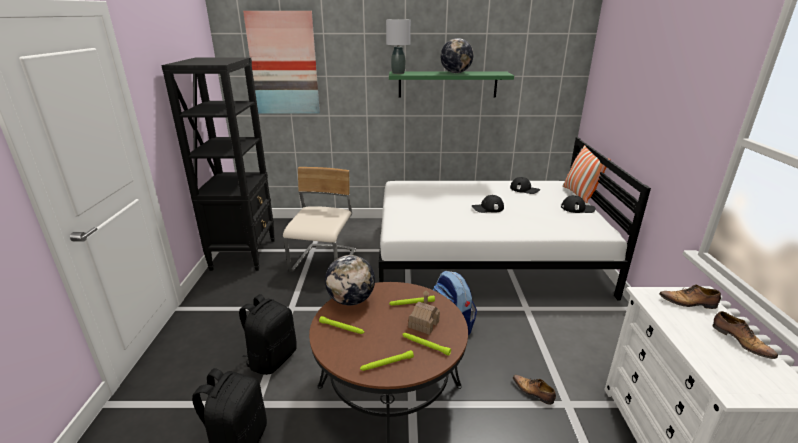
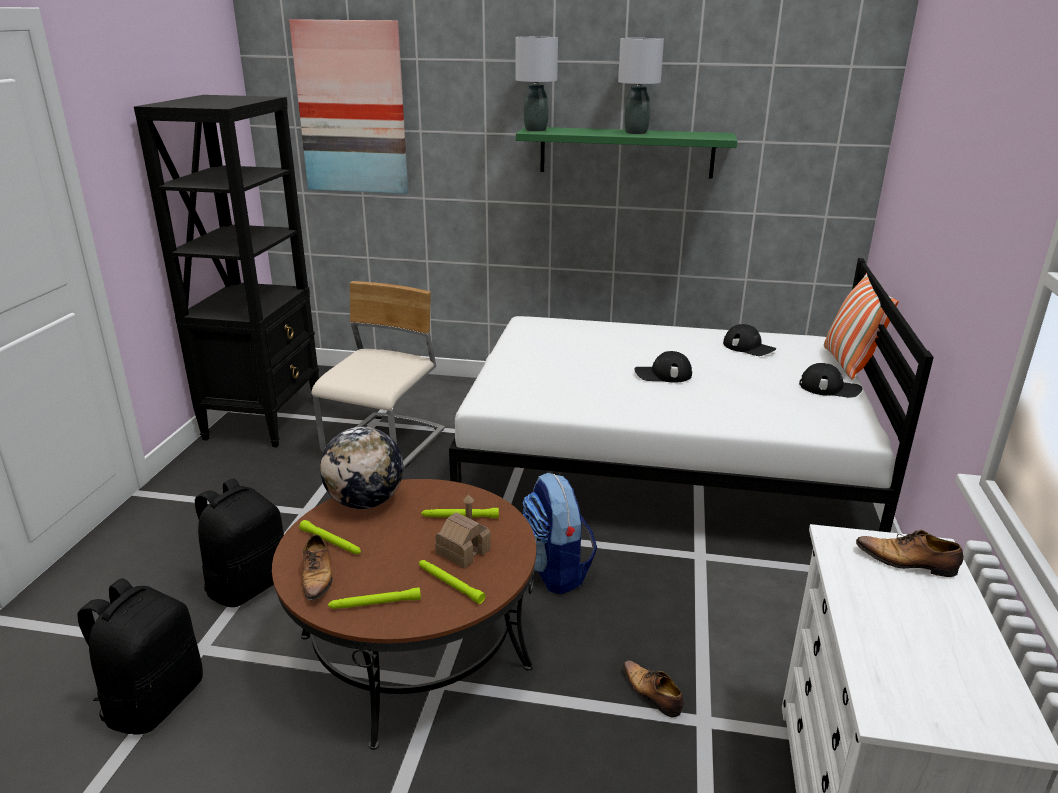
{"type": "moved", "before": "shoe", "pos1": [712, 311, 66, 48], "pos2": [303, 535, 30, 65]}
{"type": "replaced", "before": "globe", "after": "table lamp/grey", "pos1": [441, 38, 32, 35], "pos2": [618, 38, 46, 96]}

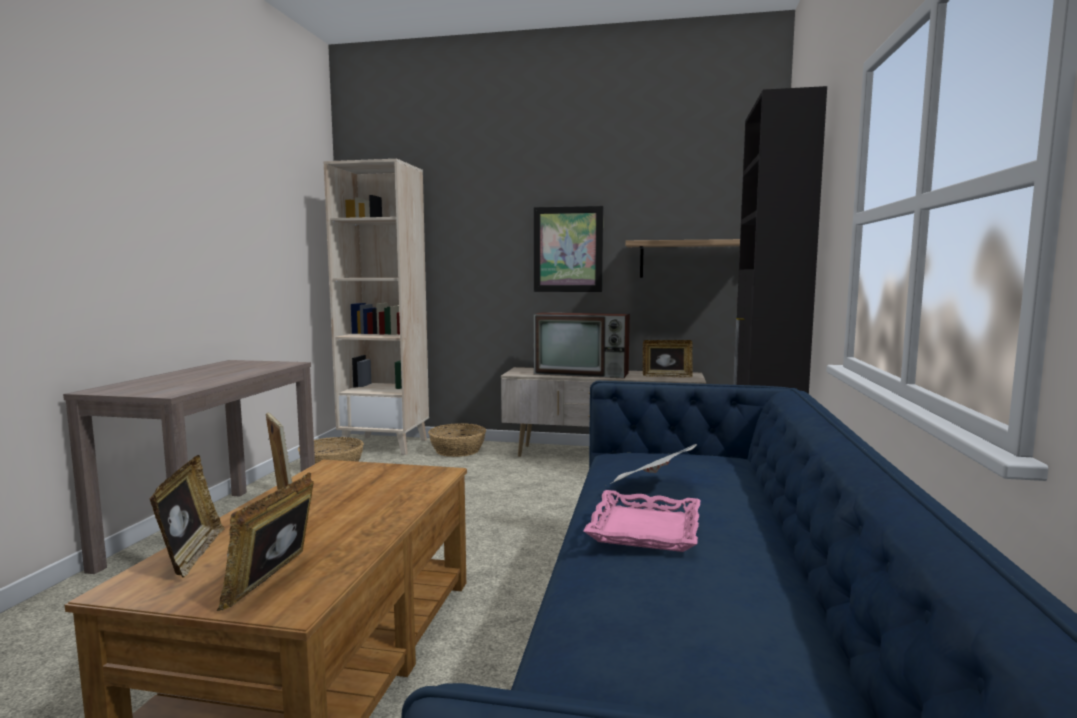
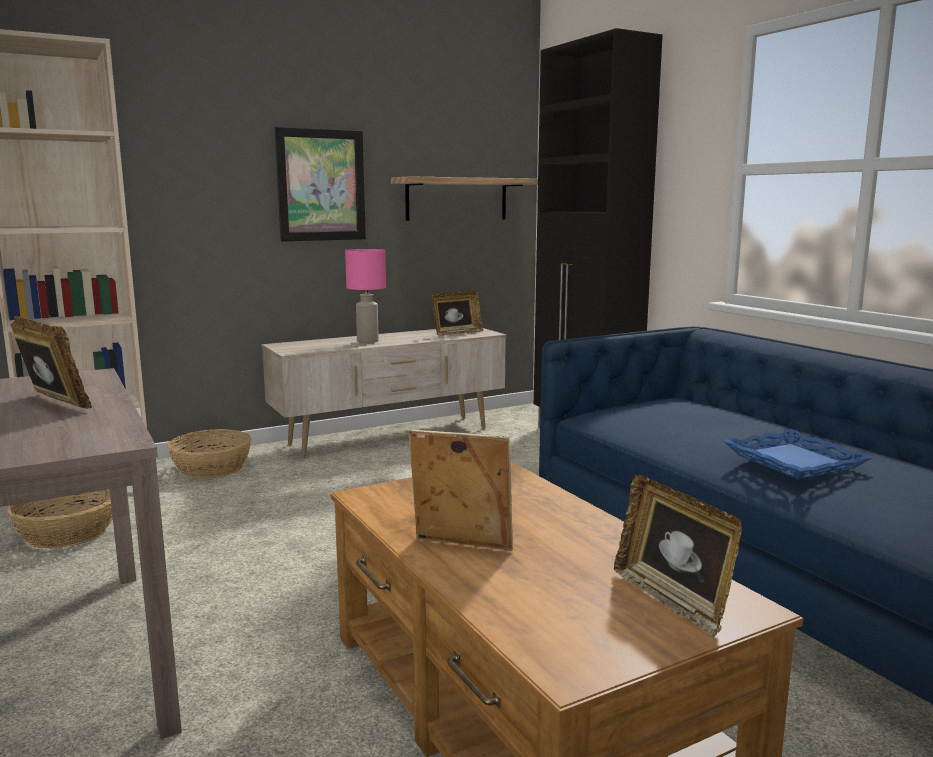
{"type": "moved", "before": "picture frame", "pos1": [150, 455, 75, 123], "pos2": [11, 315, 81, 94]}
{"type": "replaced", "before": "television", "after": "table lamp/pink", "pos1": [534, 312, 96, 66], "pos2": [345, 249, 41, 94]}
{"type": "recoloured", "before": "tray/pink", "after": "tray/blue", "pos1": [584, 490, 116, 62], "pos2": [723, 429, 150, 50]}
{"type": "removed", "before": "newspaper", "pos1": [605, 444, 92, 42]}

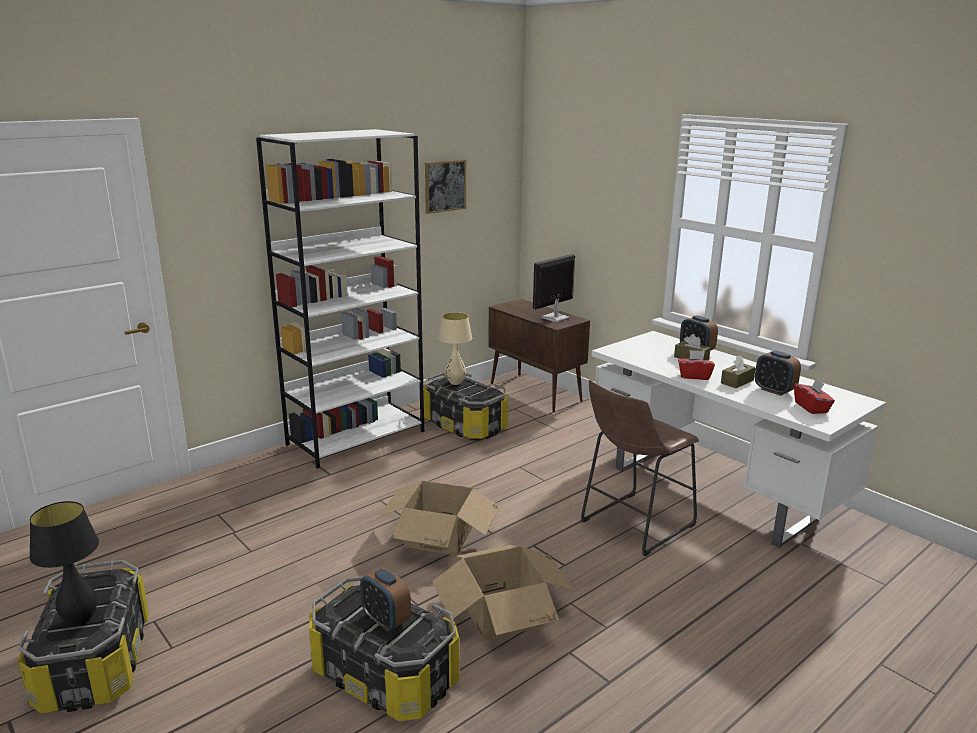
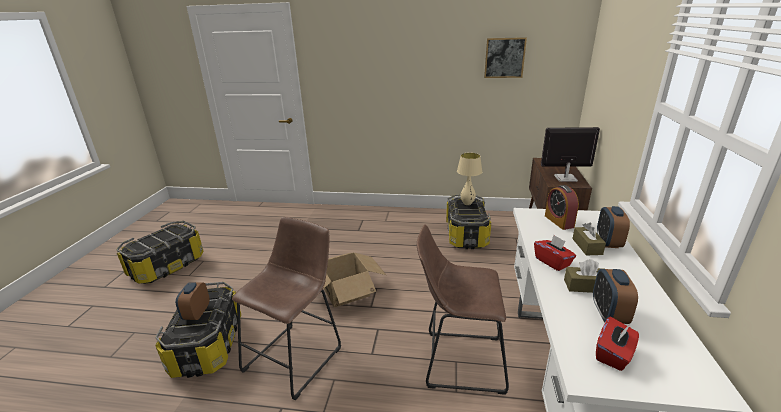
{"type": "replaced", "before": "cardboard box", "after": "stool/brown", "pos1": [432, 545, 144, 96], "pos2": [232, 217, 109, 184]}
{"type": "added", "after": "alarm clock", "pos2": [545, 185, 34, 45]}
{"type": "removed", "before": "table lamp/black", "pos1": [30, 501, 69, 125]}
{"type": "removed", "before": "bookcase/white", "pos1": [256, 129, 168, 340]}

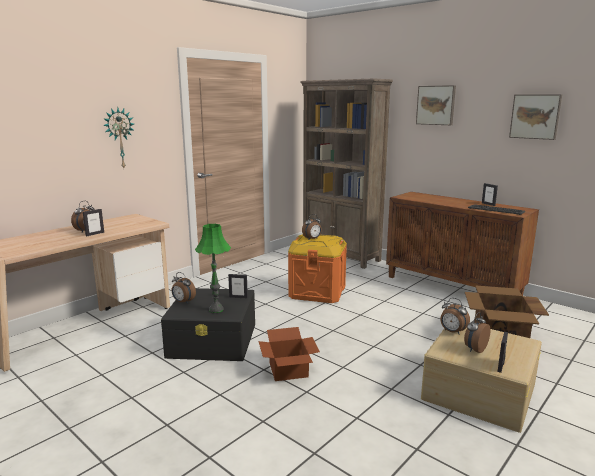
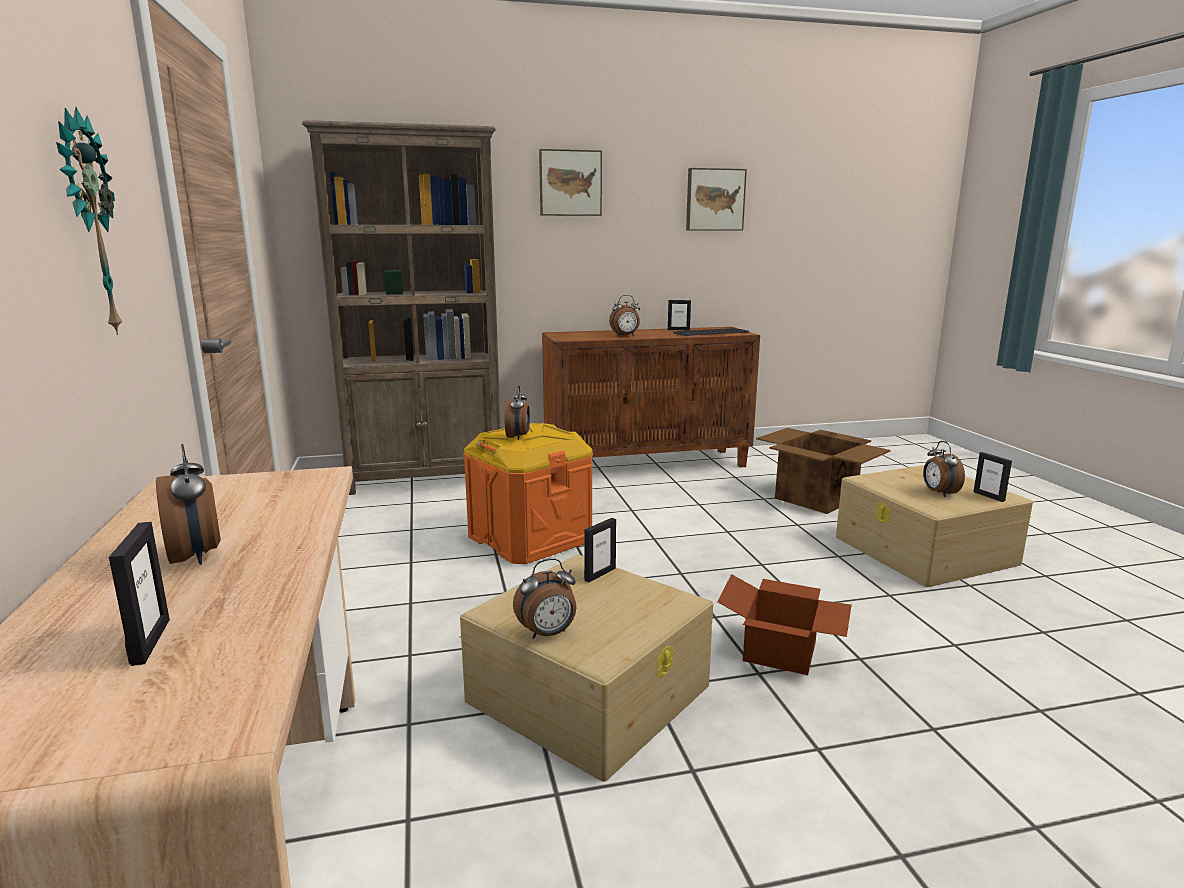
{"type": "moved", "before": "picture frame", "pos1": [83, 209, 21, 27], "pos2": [109, 522, 61, 144]}
{"type": "recoloured", "before": "storage box/black", "after": "storage box/beige", "pos1": [161, 288, 94, 73], "pos2": [459, 554, 254, 228]}
{"type": "moved", "before": "alarm clock", "pos1": [440, 298, 30, 37], "pos2": [609, 295, 31, 41]}
{"type": "removed", "before": "table lamp/green", "pos1": [195, 224, 36, 89]}

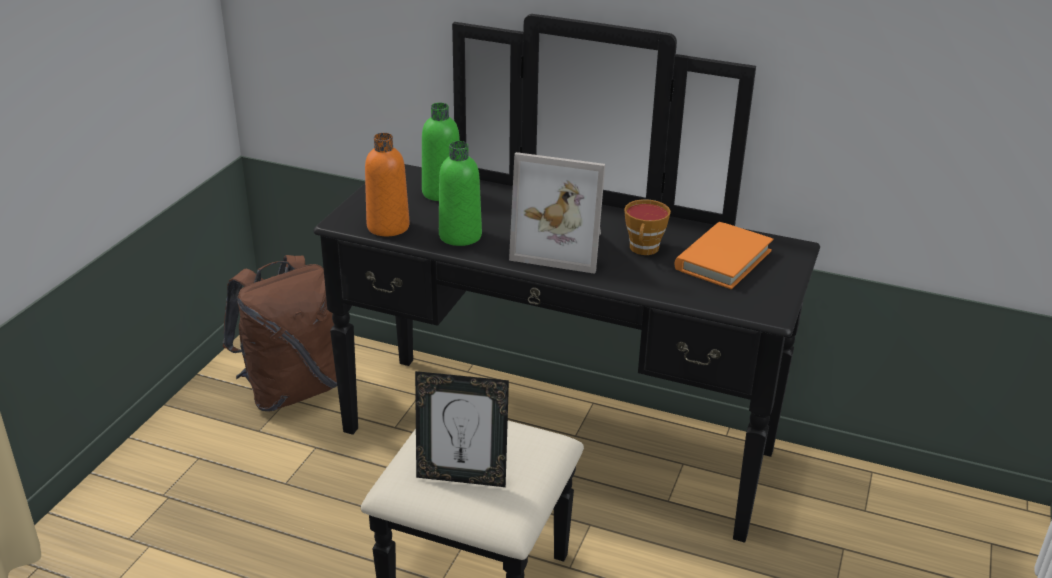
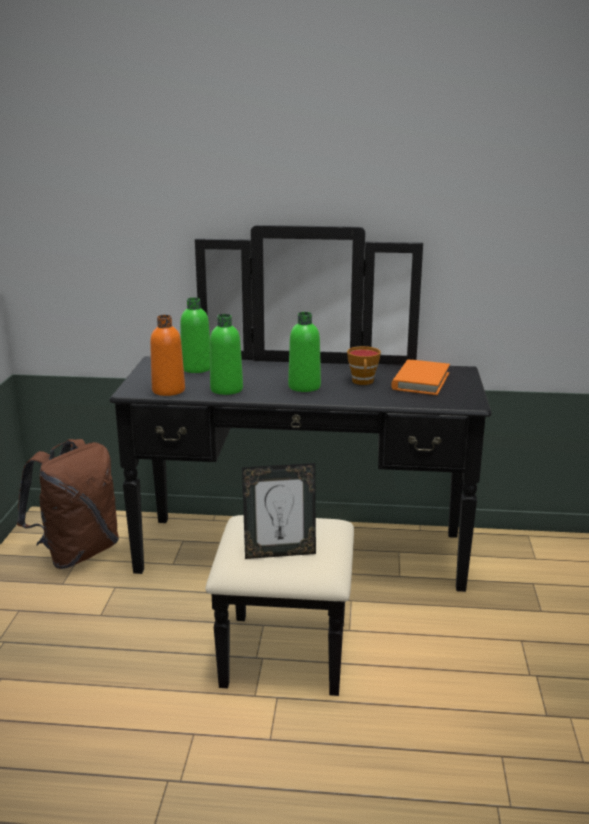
{"type": "replaced", "before": "picture frame", "after": "bottle/green", "pos1": [509, 152, 96, 122], "pos2": [288, 312, 33, 80]}

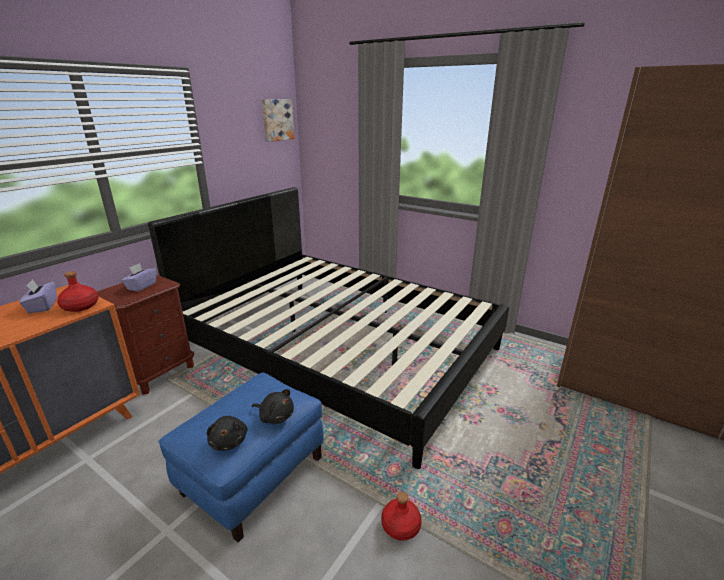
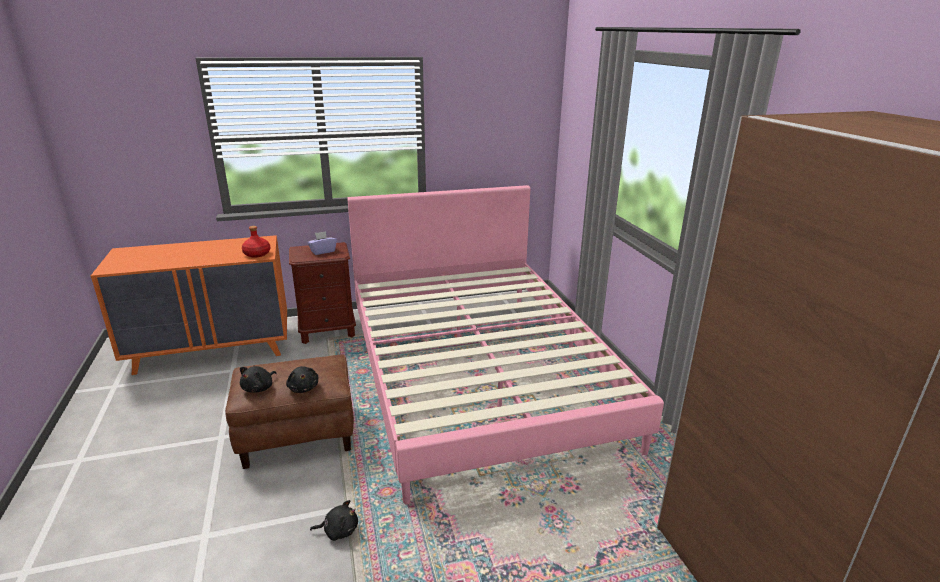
{"type": "recoloured", "before": "ottoman/blue", "after": "ottoman/brown", "pos1": [158, 373, 165, 169], "pos2": [225, 355, 129, 114]}
{"type": "replaced", "before": "bottle/red", "after": "plush toy/black", "pos1": [381, 492, 41, 49], "pos2": [310, 500, 48, 41]}
{"type": "recoloured", "before": "bed/black", "after": "bed/pink", "pos1": [148, 187, 361, 282], "pos2": [347, 185, 317, 320]}
{"type": "removed", "before": "tissue box/purple", "pos1": [19, 279, 38, 34]}
{"type": "removed", "before": "picture", "pos1": [262, 99, 32, 43]}

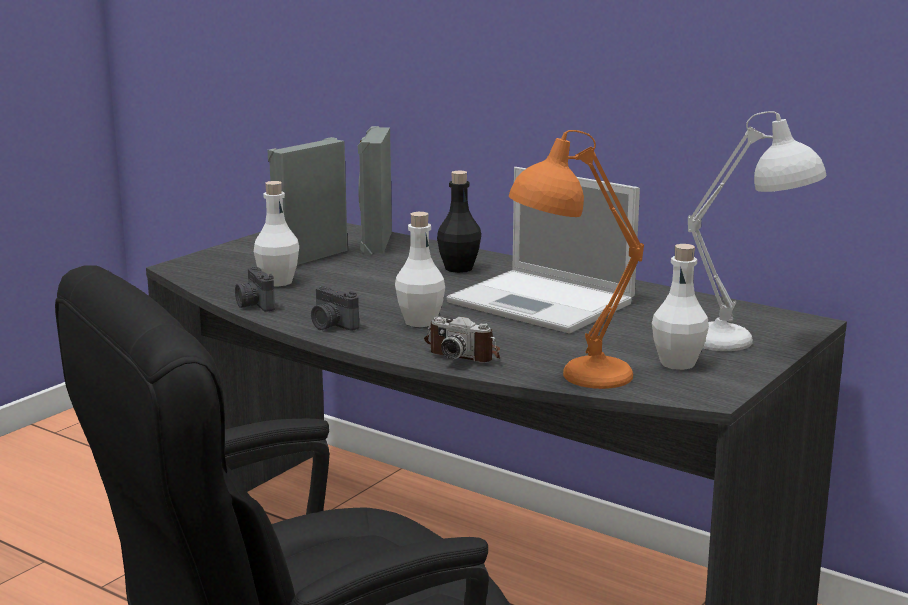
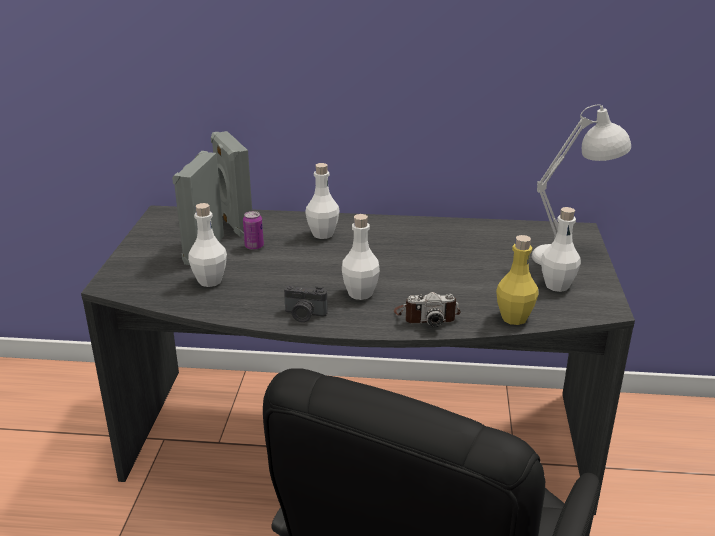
{"type": "added", "after": "can", "pos2": [243, 211, 21, 39]}
{"type": "recoloured", "before": "bottle/black", "after": "bottle/white", "pos1": [437, 171, 44, 102], "pos2": [305, 163, 35, 76]}
{"type": "replaced", "before": "table lamp/orange", "after": "bottle/yellow", "pos1": [509, 130, 135, 259], "pos2": [496, 235, 43, 90]}
{"type": "removed", "before": "photo camera", "pos1": [235, 267, 40, 45]}
{"type": "removed", "before": "laptop", "pos1": [447, 167, 193, 167]}

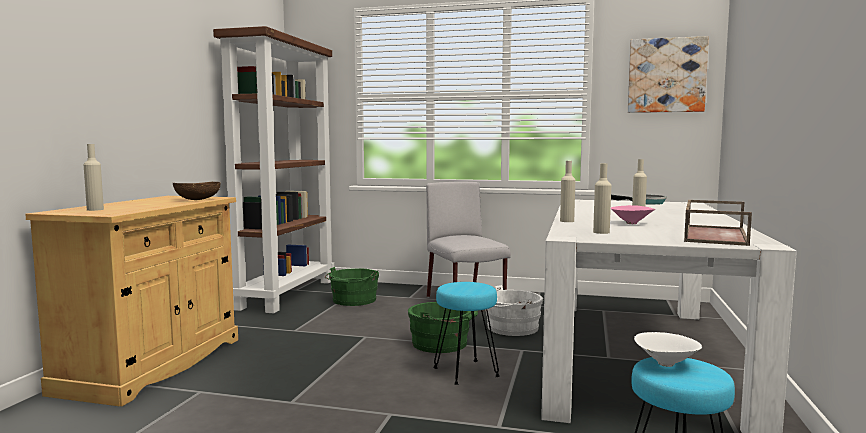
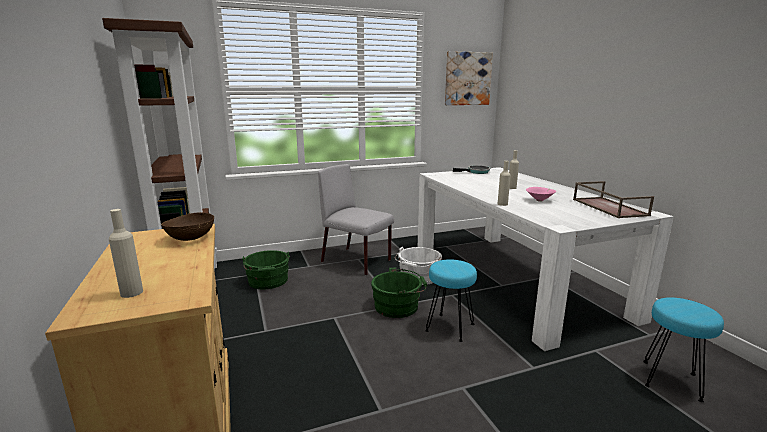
{"type": "removed", "before": "bottle/beige", "pos1": [593, 163, 18, 71]}
{"type": "removed", "before": "bowl/white", "pos1": [634, 332, 68, 35]}

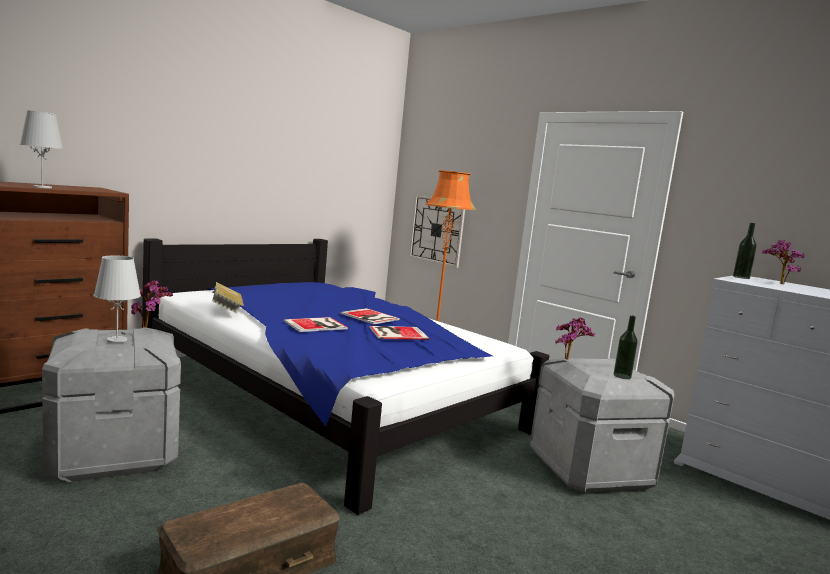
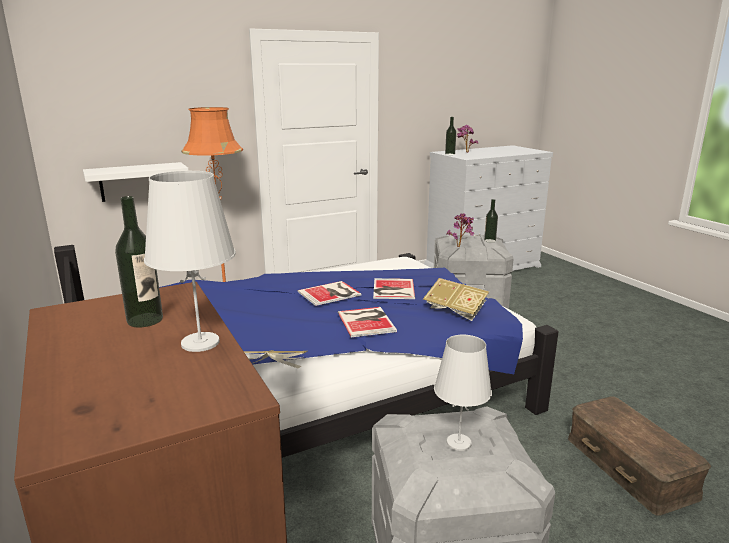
{"type": "replaced", "before": "wall clock", "after": "shelf/white", "pos1": [409, 195, 56, 73], "pos2": [83, 162, 106, 40]}
{"type": "added", "after": "bottle", "pos2": [115, 196, 48, 131]}
{"type": "added", "after": "book", "pos2": [423, 278, 66, 43]}
{"type": "removed", "before": "potted plant", "pos1": [131, 280, 42, 47]}

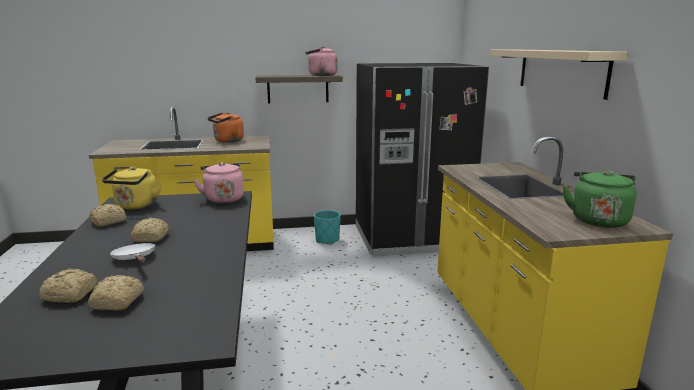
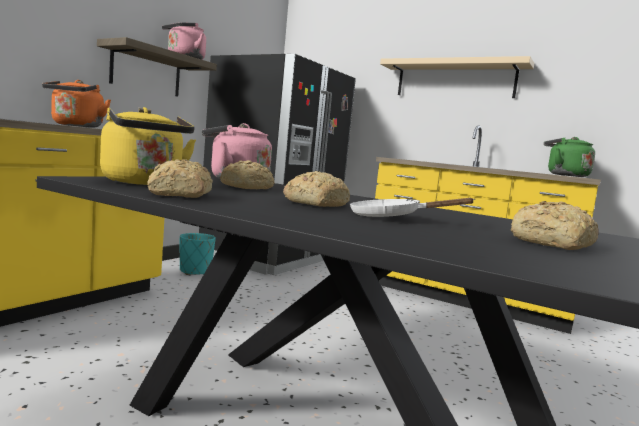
{"type": "moved", "before": "bread", "pos1": [39, 268, 58, 35], "pos2": [220, 160, 54, 29]}

